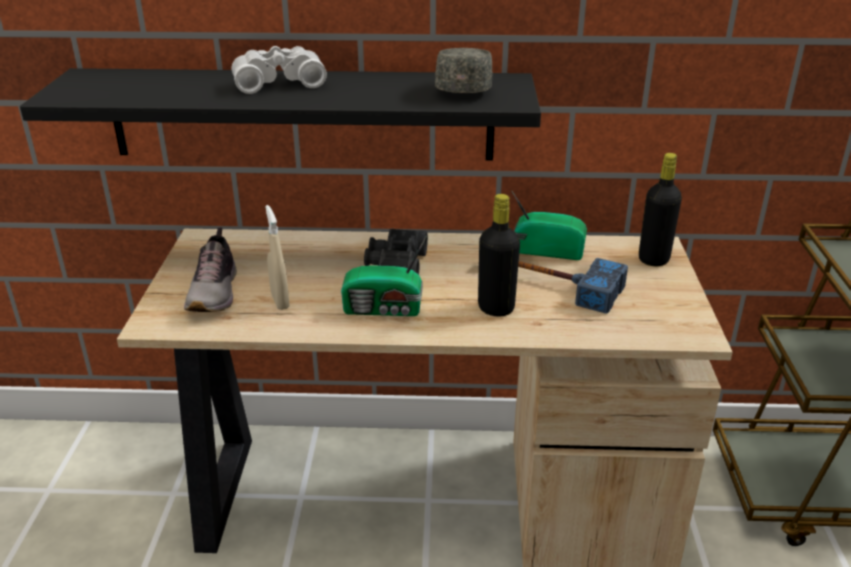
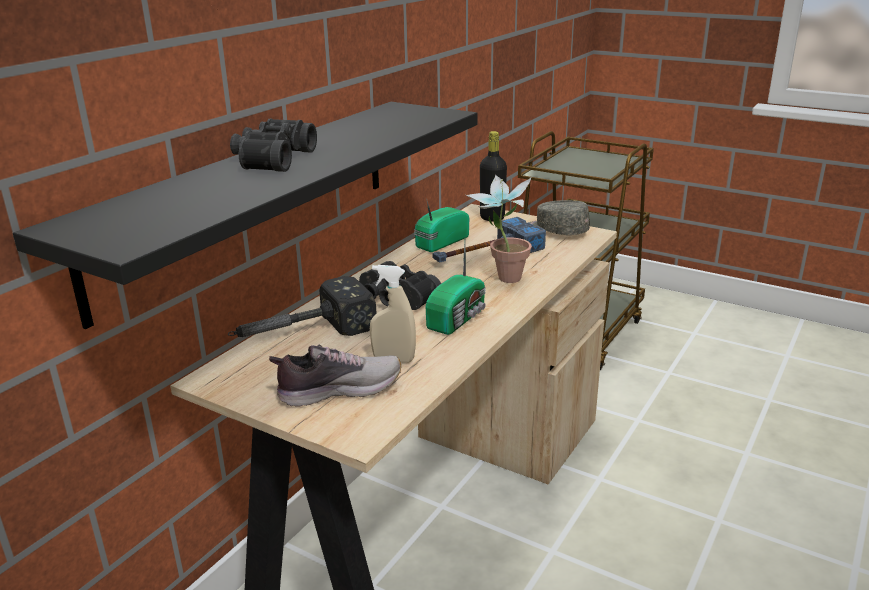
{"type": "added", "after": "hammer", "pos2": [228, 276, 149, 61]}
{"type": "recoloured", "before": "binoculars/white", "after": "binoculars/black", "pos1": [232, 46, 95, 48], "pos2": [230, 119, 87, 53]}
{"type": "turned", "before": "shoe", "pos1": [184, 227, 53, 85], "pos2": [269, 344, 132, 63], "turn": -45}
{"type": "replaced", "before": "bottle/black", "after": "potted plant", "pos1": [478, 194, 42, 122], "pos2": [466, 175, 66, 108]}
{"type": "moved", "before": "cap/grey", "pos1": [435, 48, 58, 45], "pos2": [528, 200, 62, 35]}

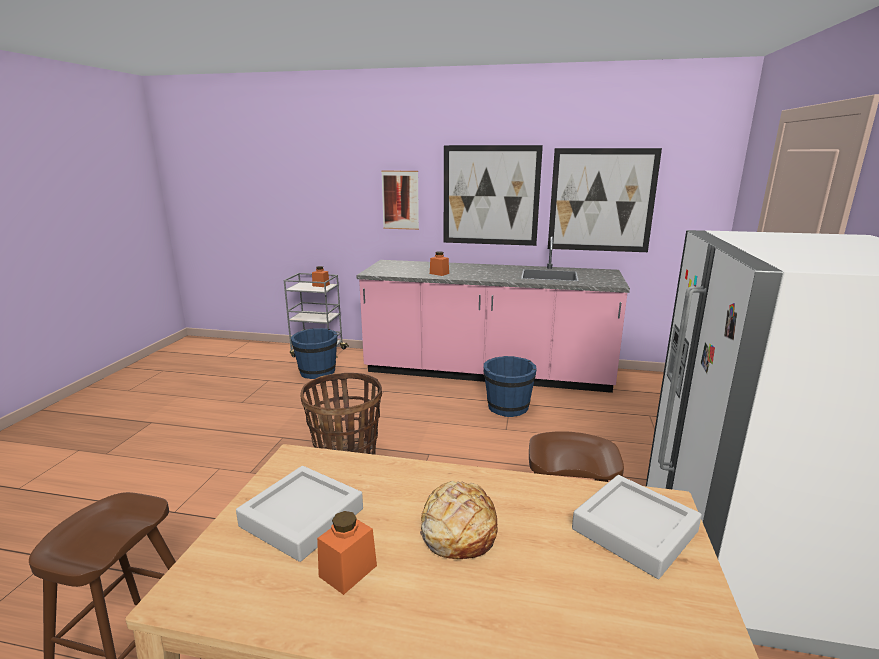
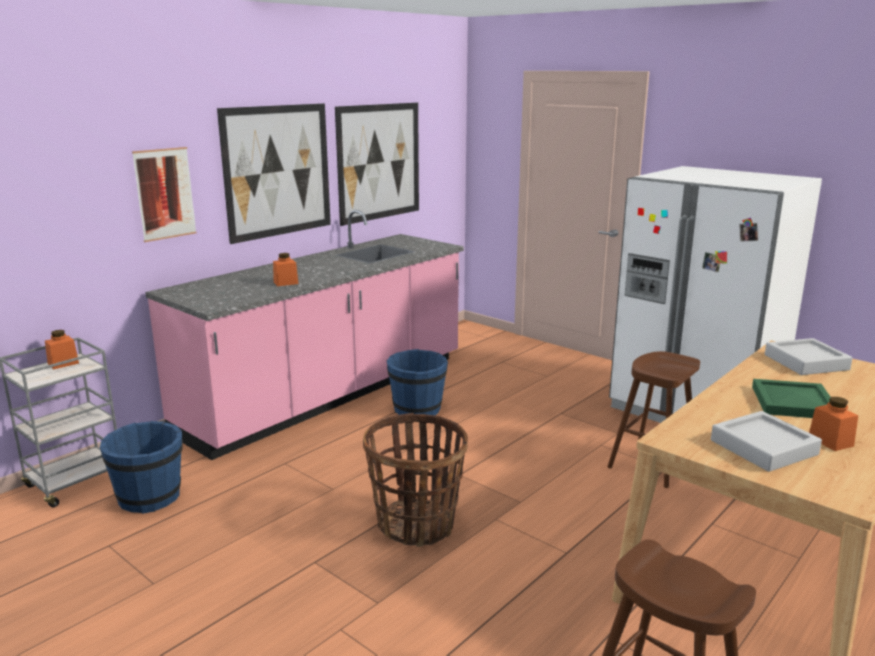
{"type": "replaced", "before": "bread", "after": "tray/green", "pos1": [420, 481, 78, 78], "pos2": [752, 379, 79, 39]}

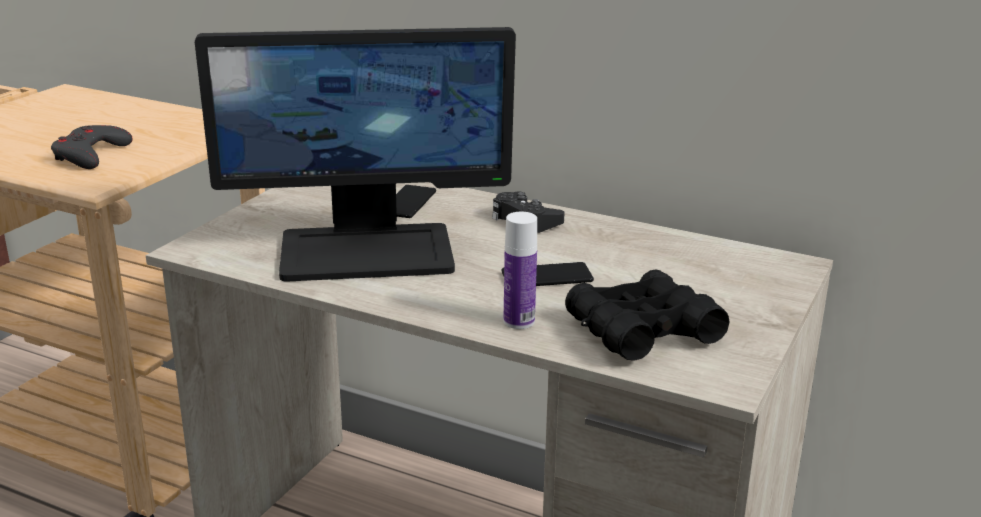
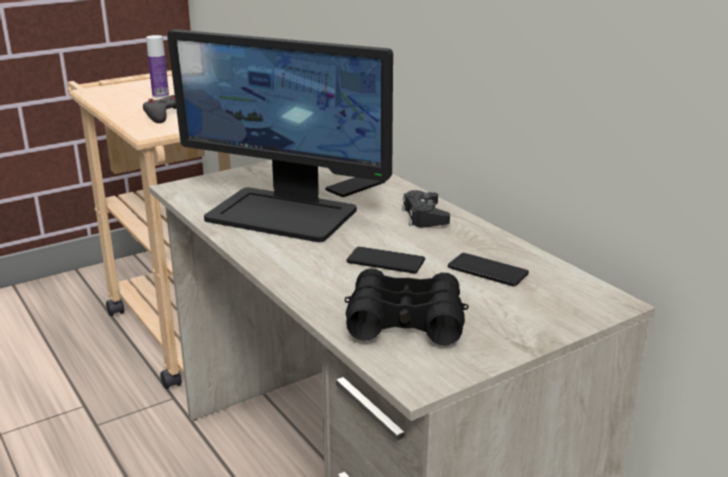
{"type": "moved", "before": "bottle", "pos1": [504, 212, 33, 117], "pos2": [146, 35, 23, 63]}
{"type": "added", "after": "phone", "pos2": [448, 253, 81, 33]}

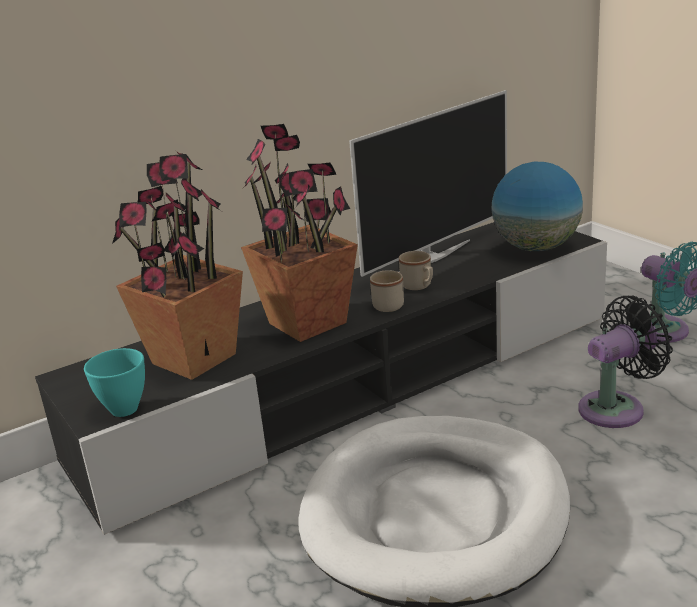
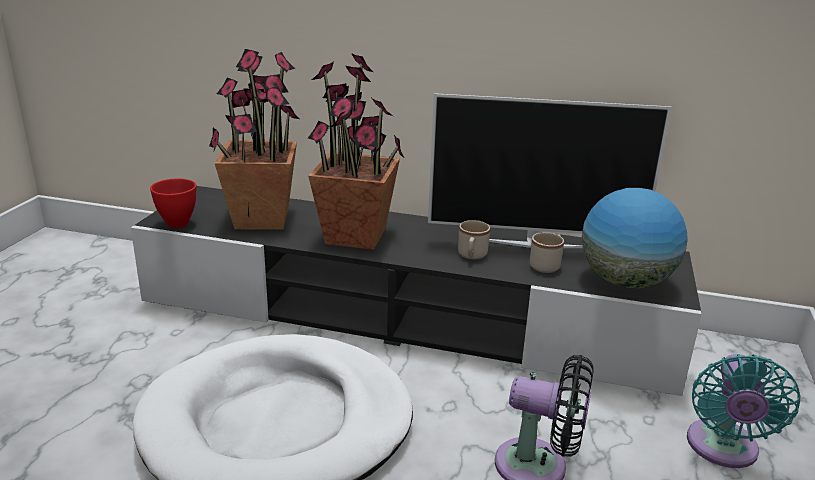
{"type": "recoloured", "before": "bowl/turquoise", "after": "bowl/red", "pos1": [84, 348, 61, 69], "pos2": [150, 178, 46, 50]}
{"type": "moved", "before": "mug/beige", "pos1": [370, 270, 34, 42], "pos2": [530, 232, 34, 41]}

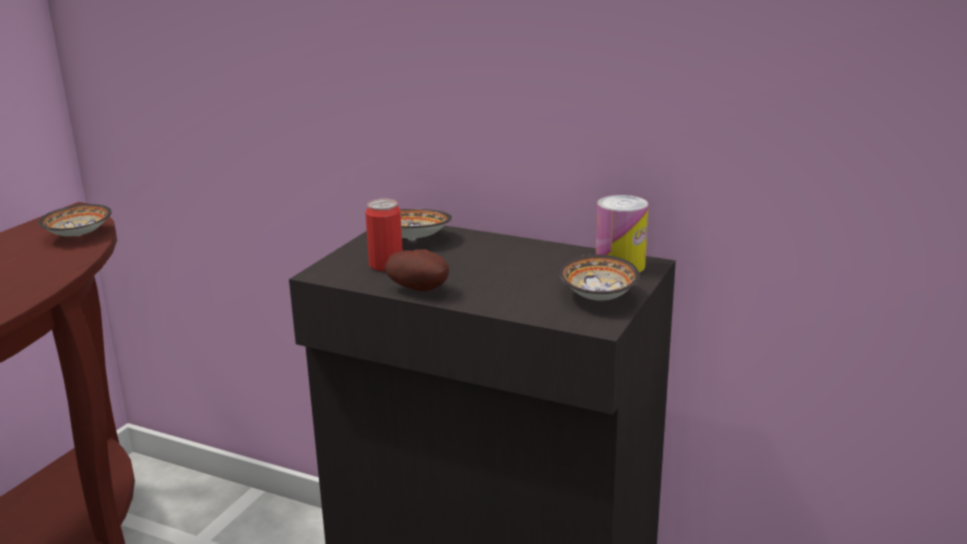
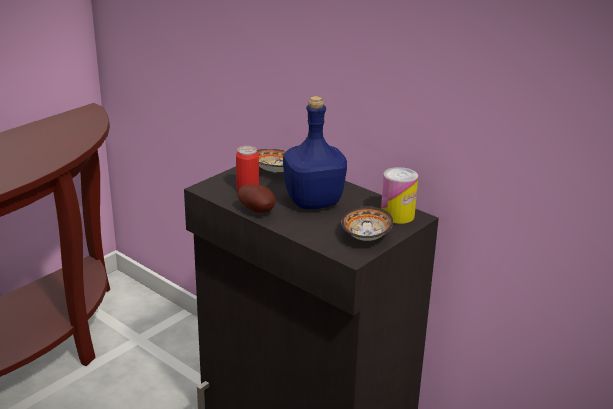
{"type": "added", "after": "bottle/blue", "pos2": [283, 96, 64, 113]}
{"type": "removed", "before": "bowl", "pos1": [38, 204, 74, 33]}

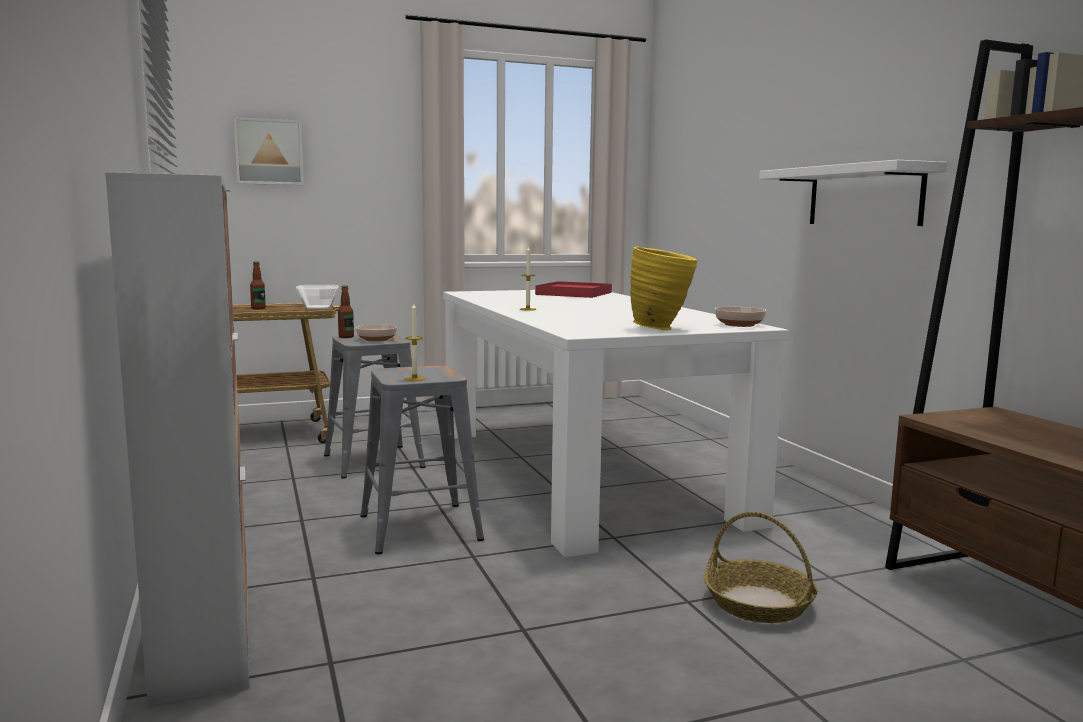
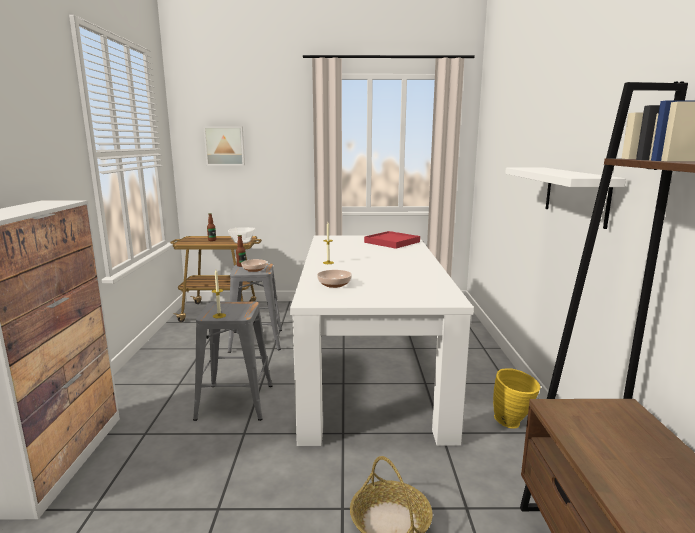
{"type": "moved", "before": "bowl", "pos1": [715, 307, 51, 20], "pos2": [317, 270, 35, 18]}
{"type": "moved", "before": "vase/yellow", "pos1": [630, 247, 68, 83], "pos2": [493, 368, 47, 61]}

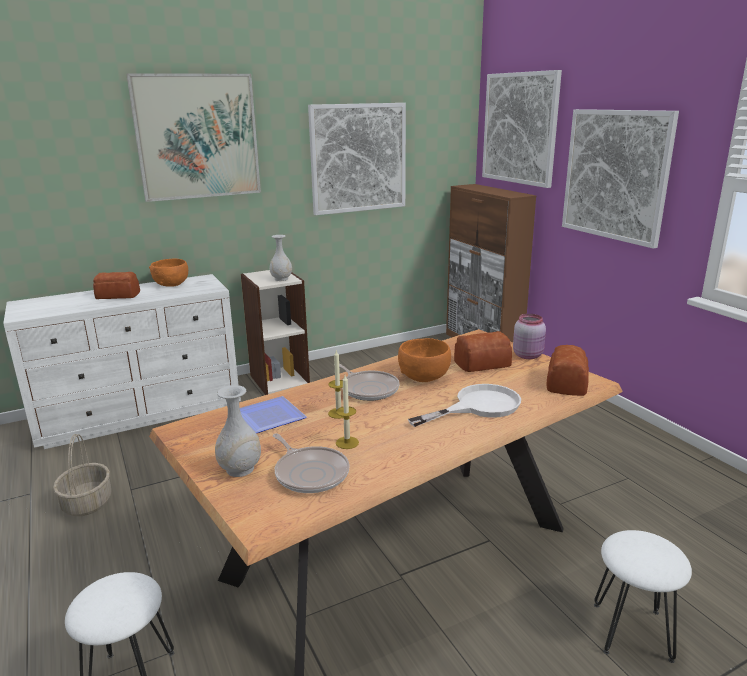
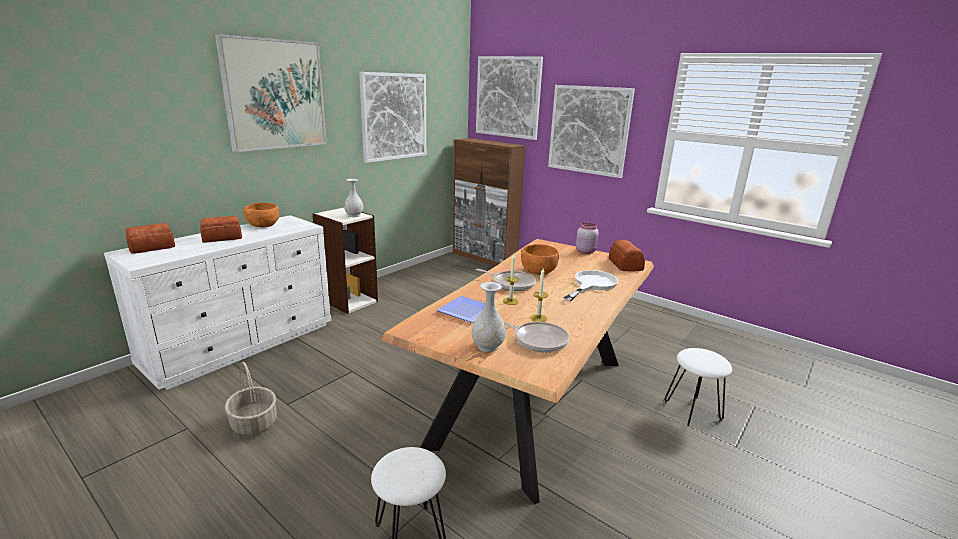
{"type": "moved", "before": "bread", "pos1": [454, 331, 58, 41], "pos2": [126, 223, 49, 31]}

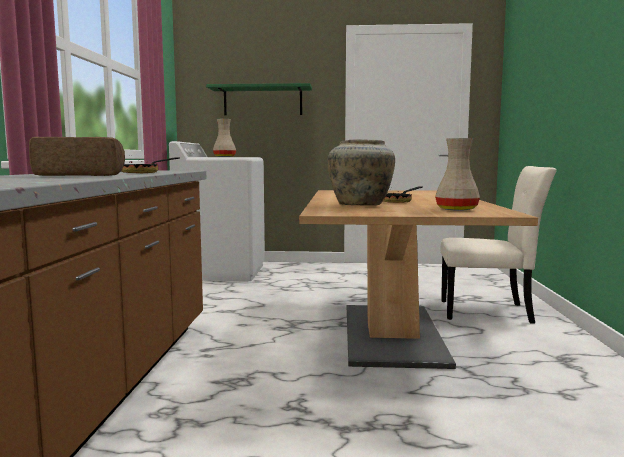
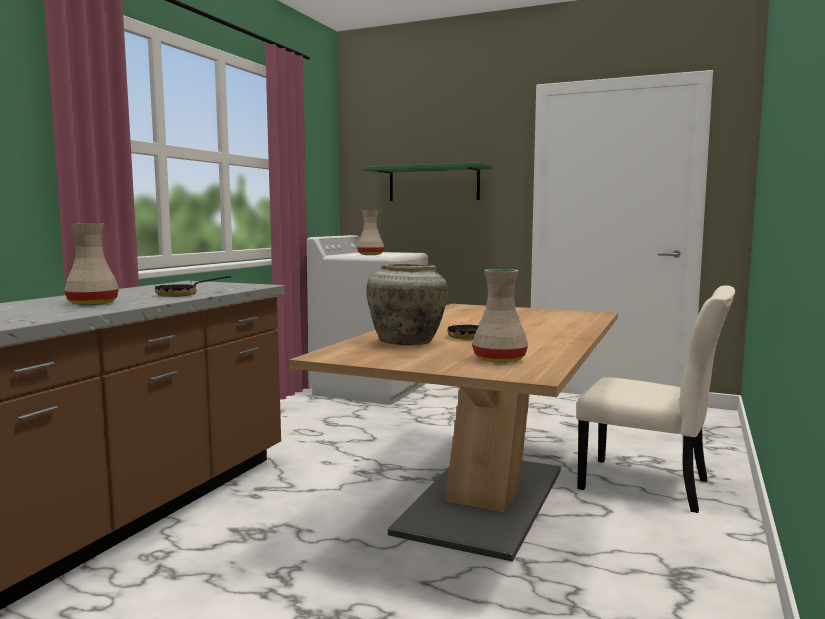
{"type": "replaced", "before": "bread", "after": "vase/beige", "pos1": [29, 137, 96, 39], "pos2": [64, 223, 55, 82]}

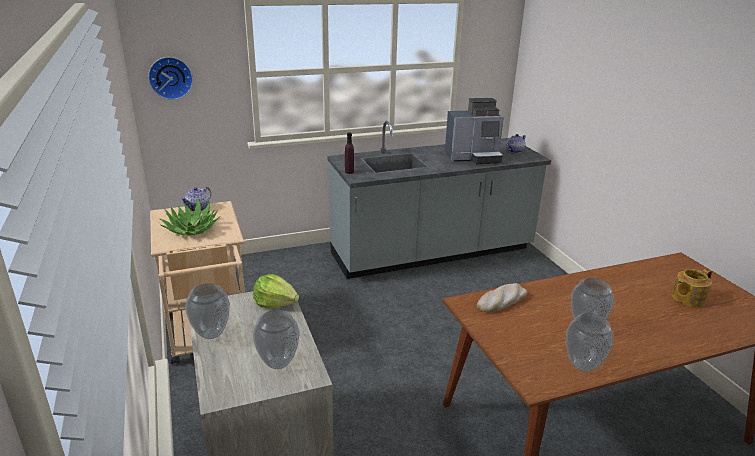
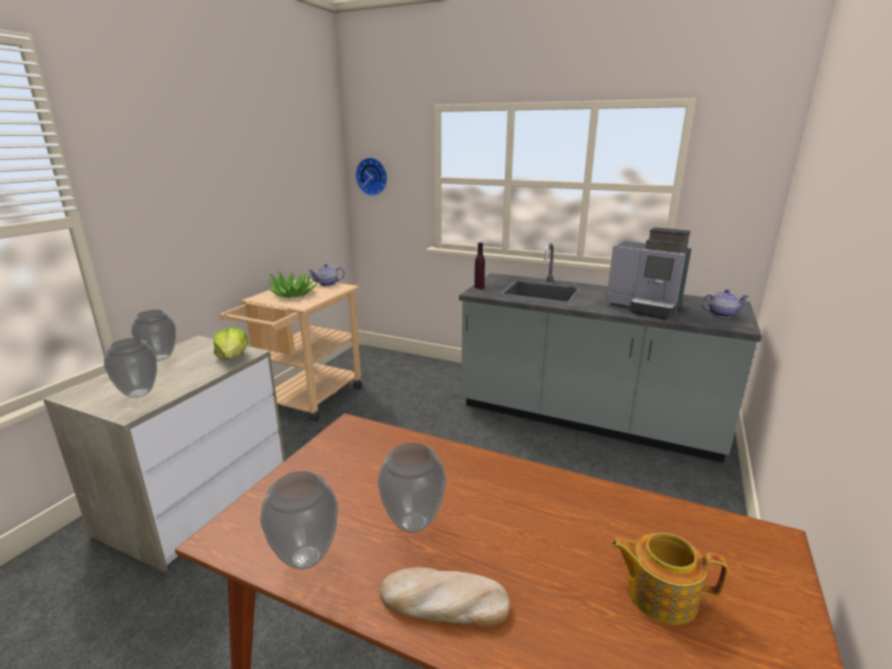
{"type": "moved", "before": "bread", "pos1": [477, 283, 50, 29], "pos2": [379, 567, 131, 60]}

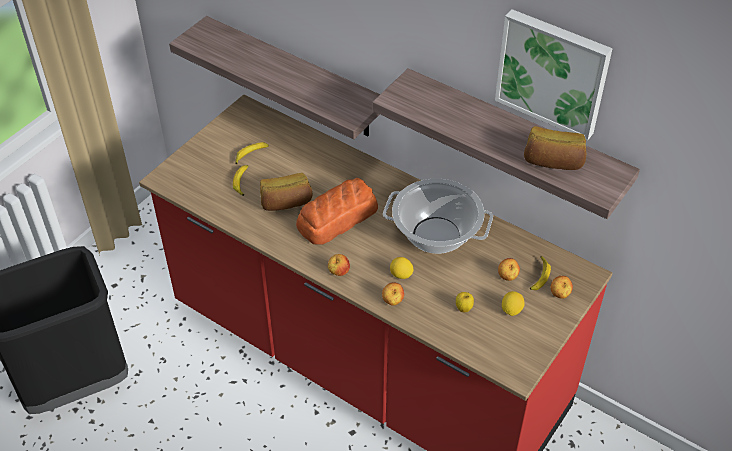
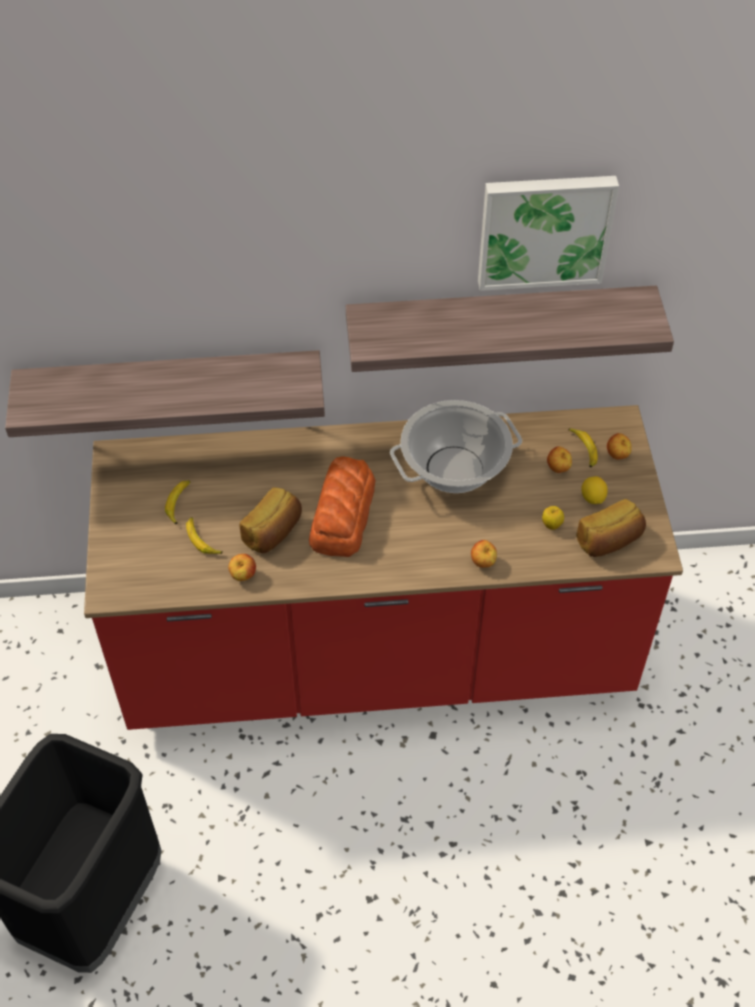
{"type": "moved", "before": "apple", "pos1": [328, 254, 22, 22], "pos2": [228, 554, 28, 27]}
{"type": "moved", "before": "bread", "pos1": [524, 126, 63, 44], "pos2": [576, 499, 70, 58]}
{"type": "removed", "before": "lemon", "pos1": [390, 257, 24, 22]}

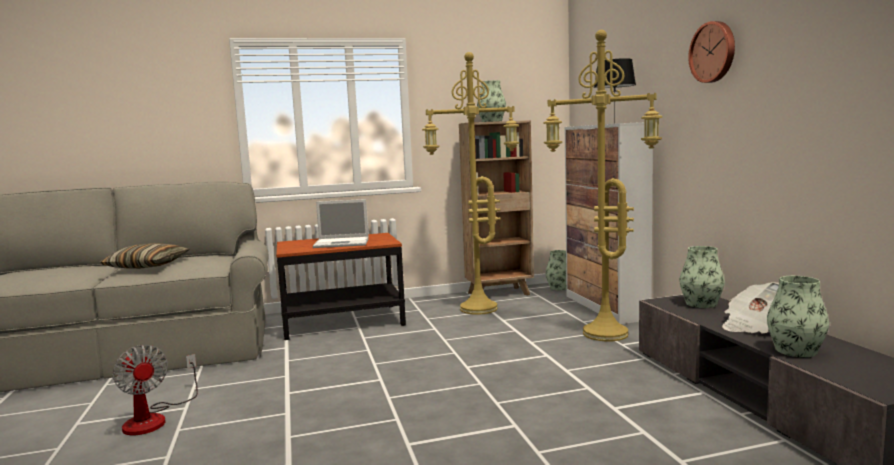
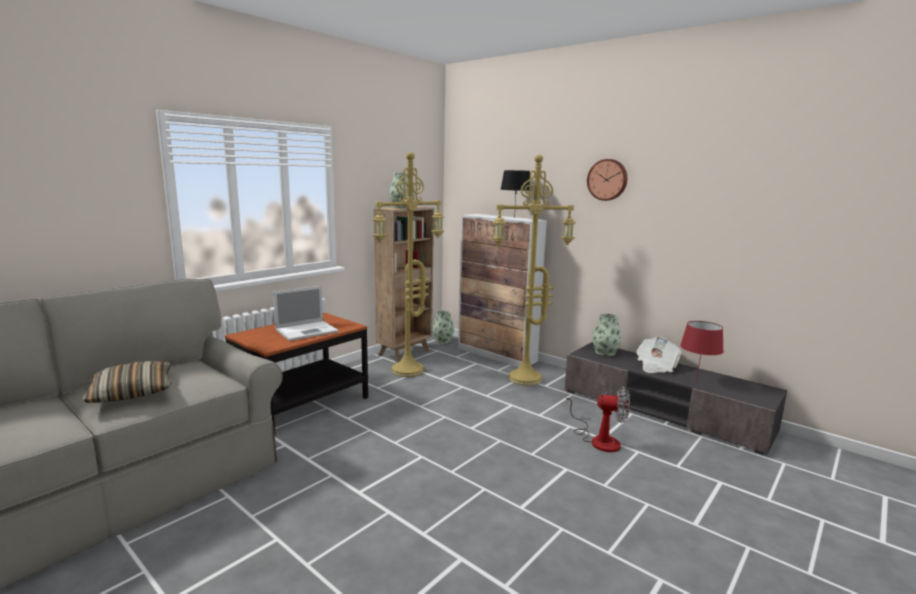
{"type": "moved", "before": "fan", "pos1": [112, 345, 86, 90], "pos2": [566, 387, 64, 65]}
{"type": "replaced", "before": "vase", "after": "table lamp/red", "pos1": [767, 276, 62, 81], "pos2": [680, 321, 44, 61]}

